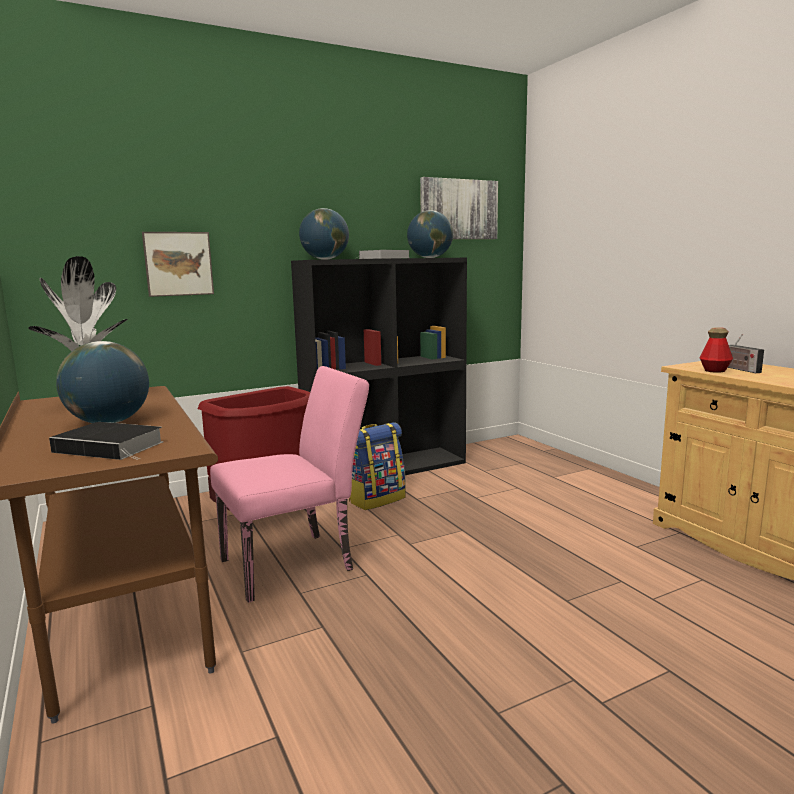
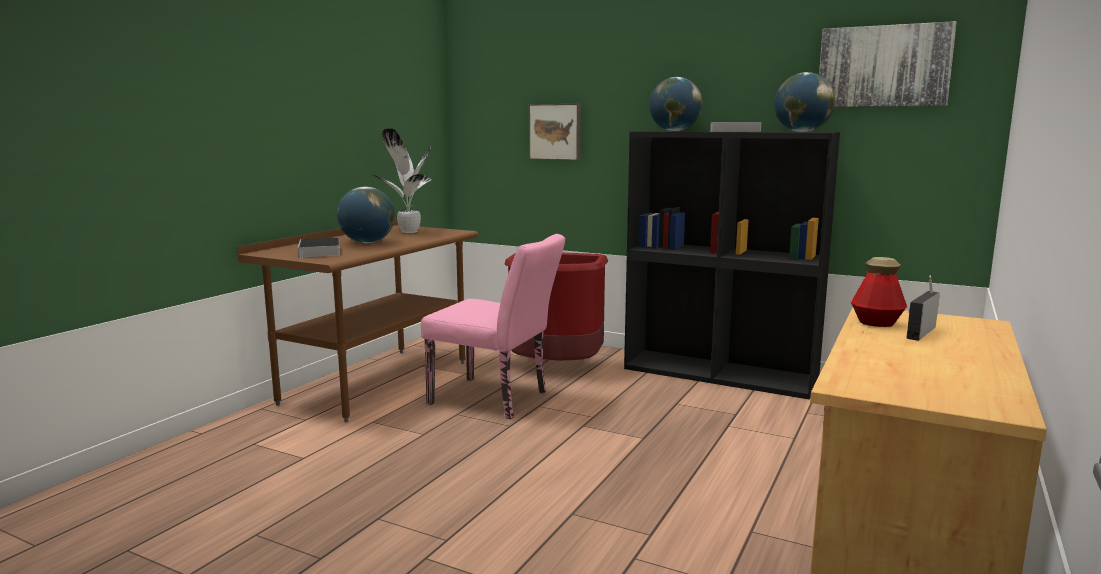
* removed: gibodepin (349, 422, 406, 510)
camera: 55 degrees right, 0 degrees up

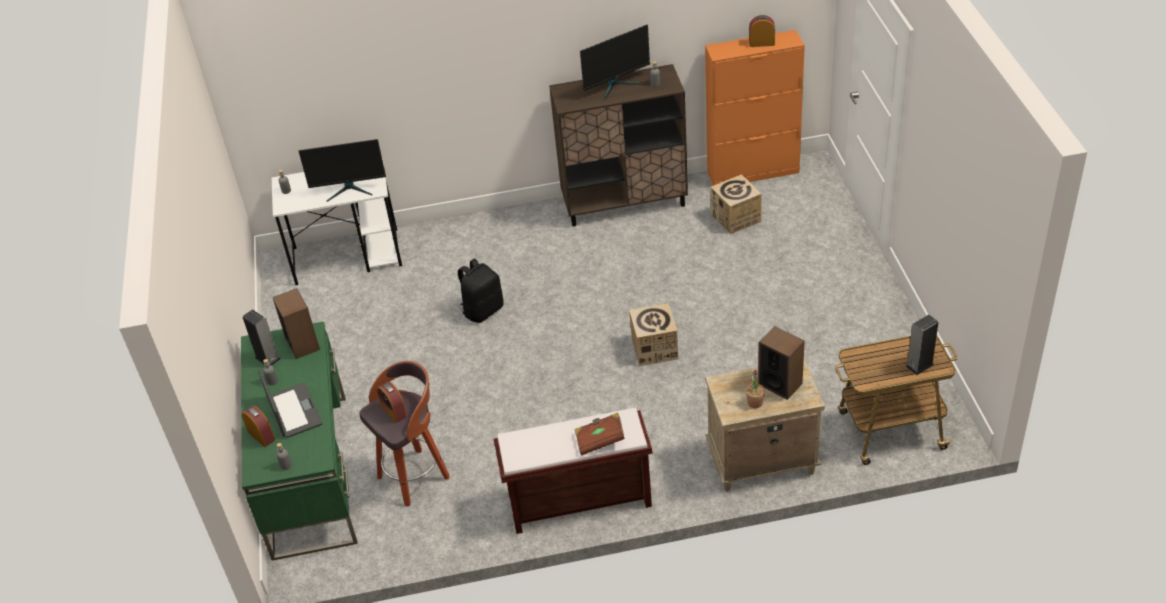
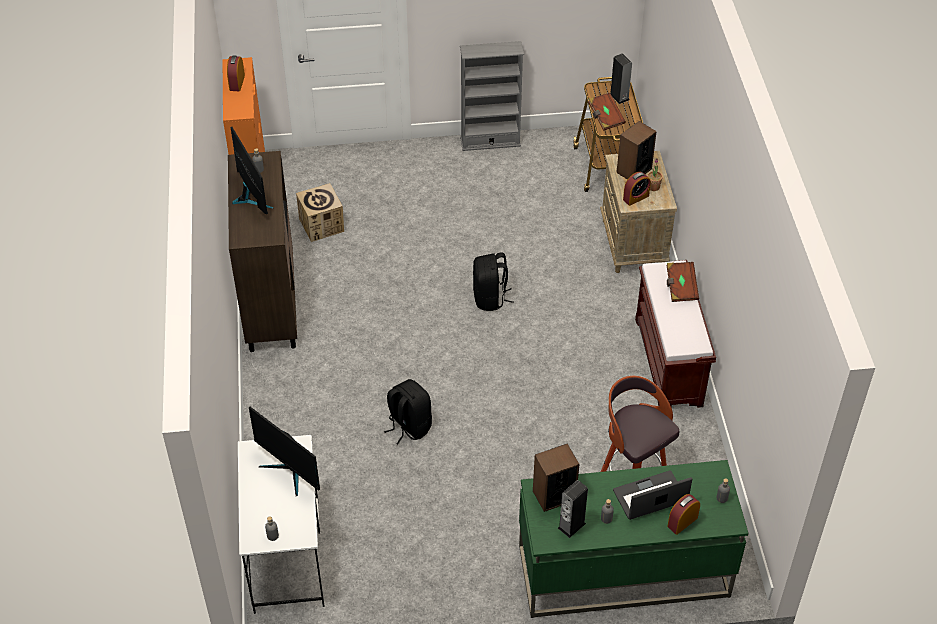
* turned: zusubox (299, 139, 386, 202) = (249, 407, 320, 496) 135 degrees clockwise
* added: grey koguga (460, 41, 524, 151)
* replaced: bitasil (629, 303, 678, 366) to black gibodepin (473, 252, 514, 311)
* added: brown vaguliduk (588, 93, 626, 131)
* moved: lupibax (377, 381, 407, 423) to (623, 172, 651, 206)
camera: 90 degrees left, 5 degrees up

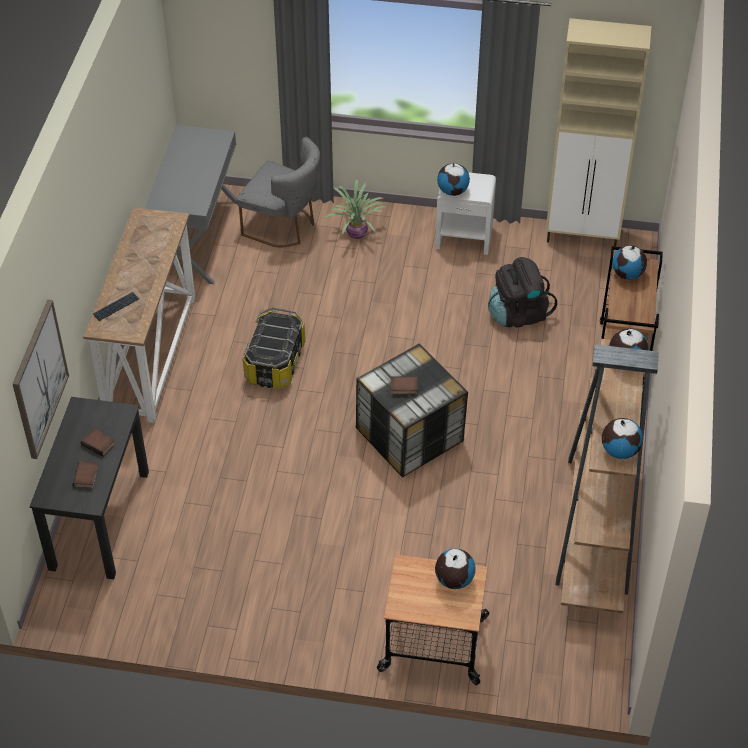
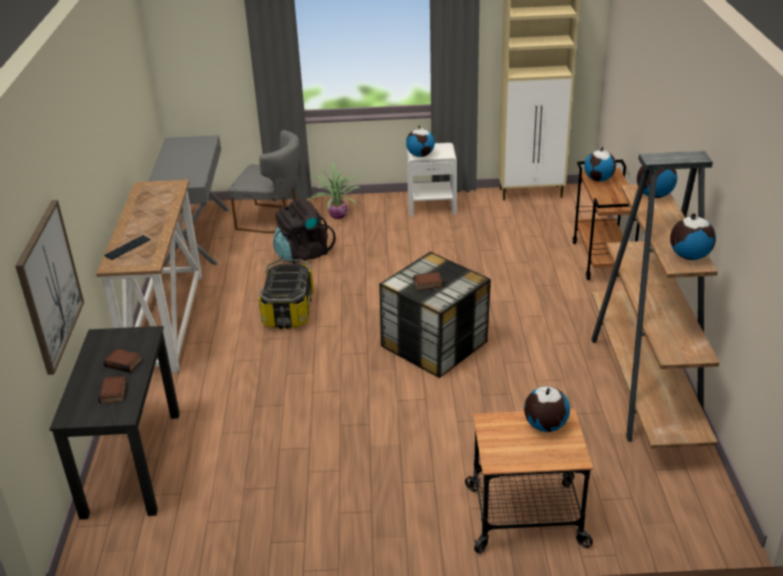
* moved: black gibodepin (488, 257, 557, 328) to (273, 198, 336, 264)
camera: 10 degrees left, 15 degrees down

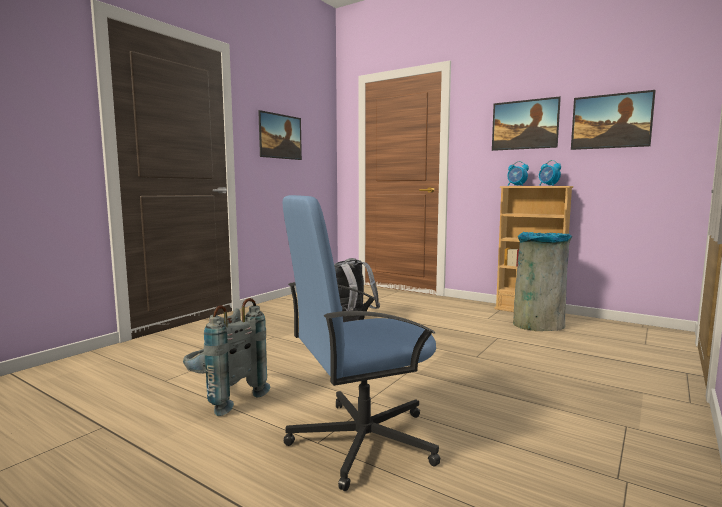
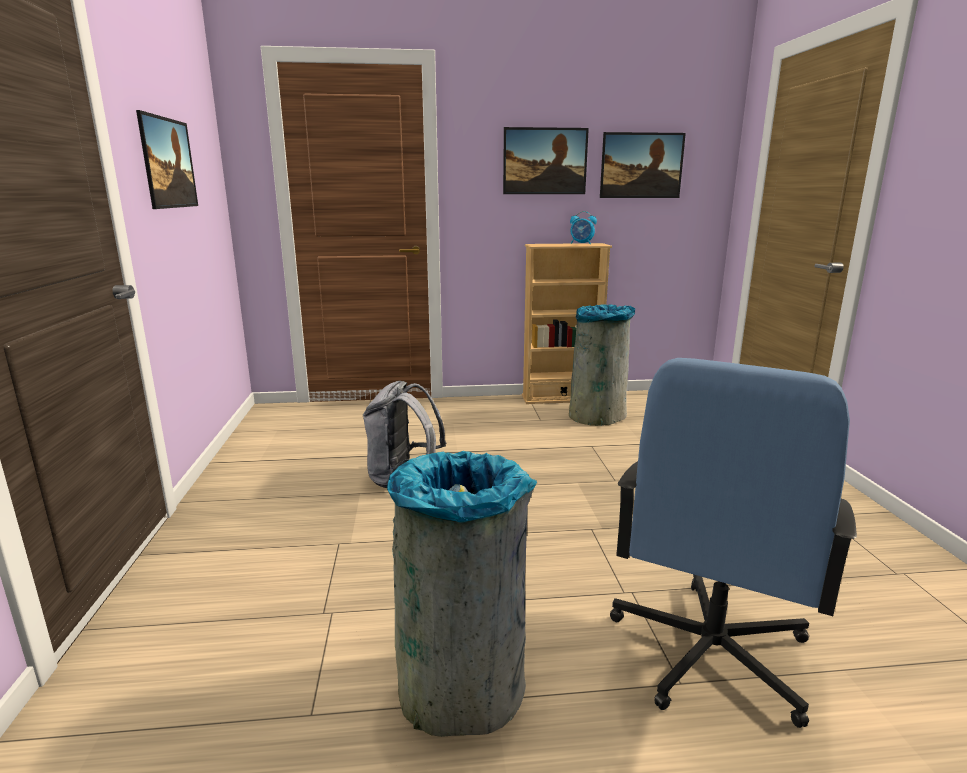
* replaced: grey gibodepin (183, 298, 270, 416) to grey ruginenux (387, 451, 537, 737)
* removed: lupibax (507, 161, 529, 186)
camera: 40 degrees left, 10 degrees up

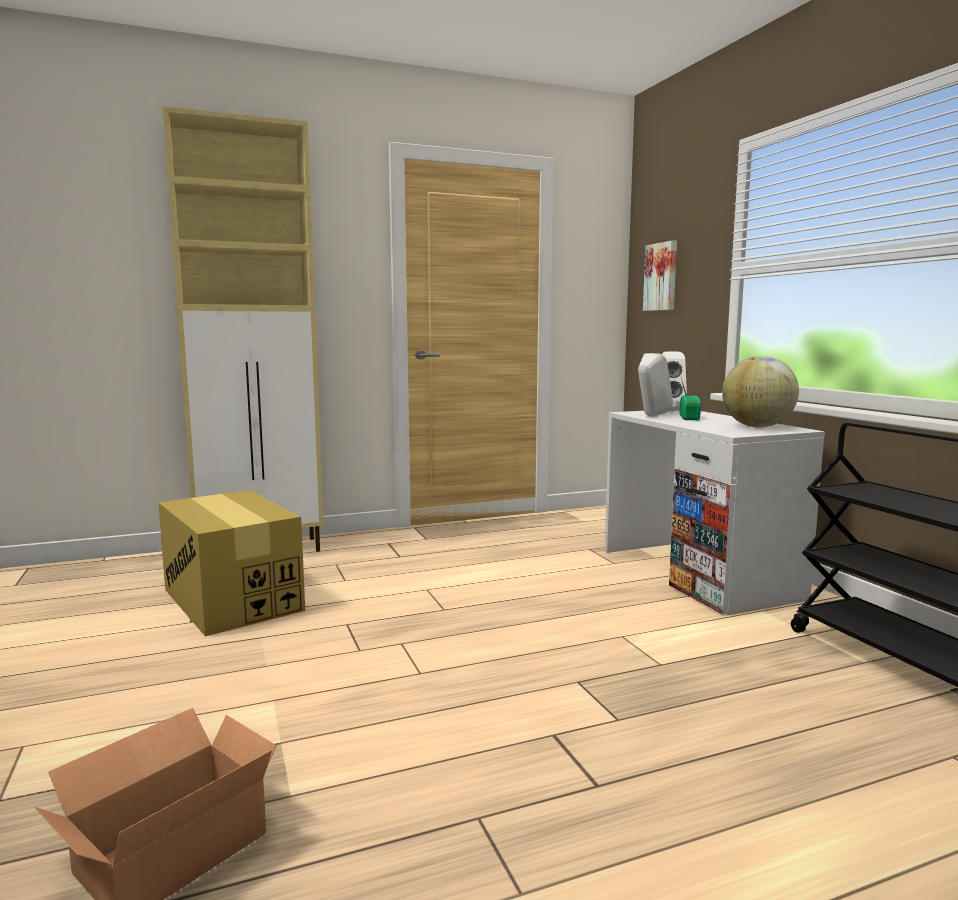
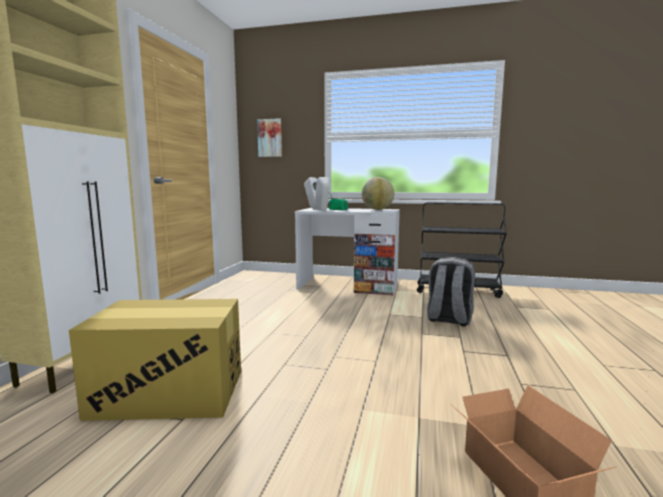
* added: grey gibodepin (427, 257, 475, 327)
camera: 55 degrees left, 0 degrees up

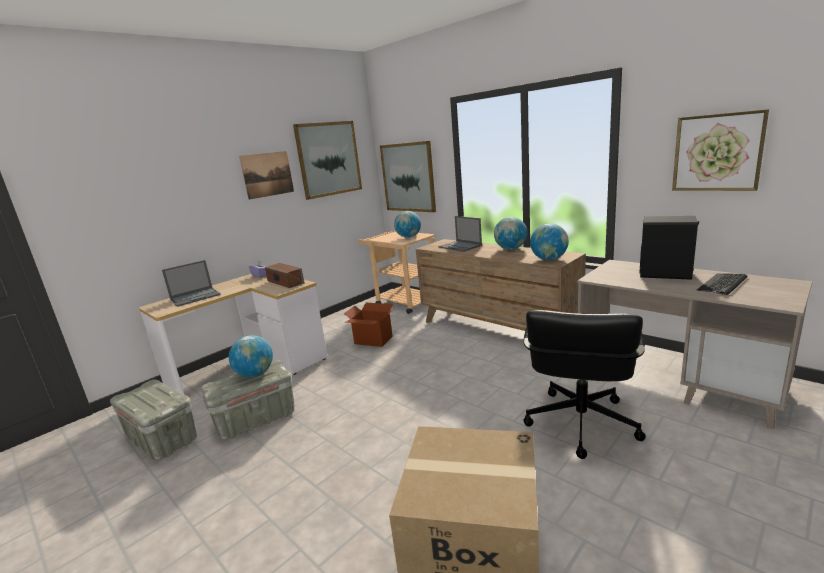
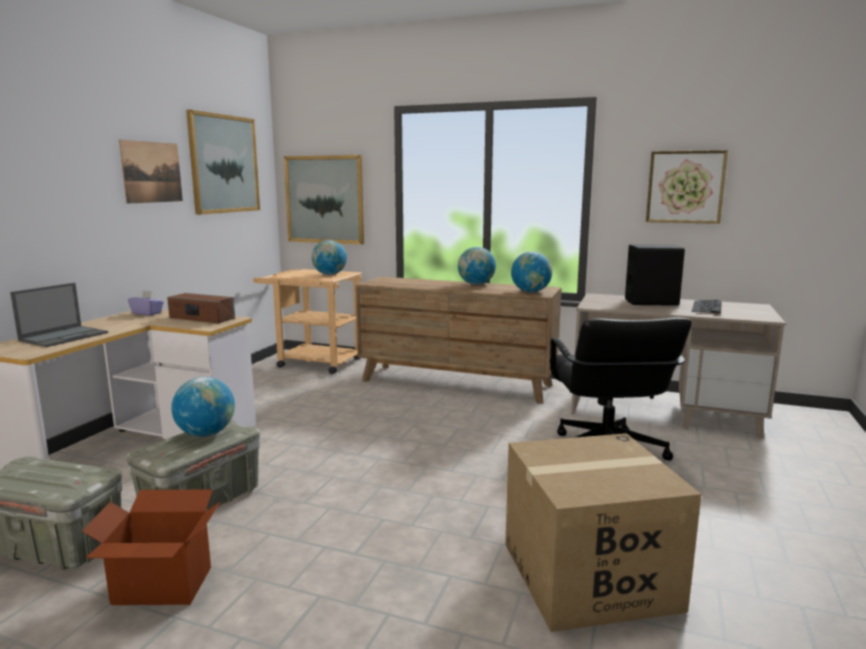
* moved: bitasil (344, 303, 395, 347) to (82, 489, 221, 605)
* removed: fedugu (438, 216, 482, 252)
camera: 25 degrees left, 5 degrees down

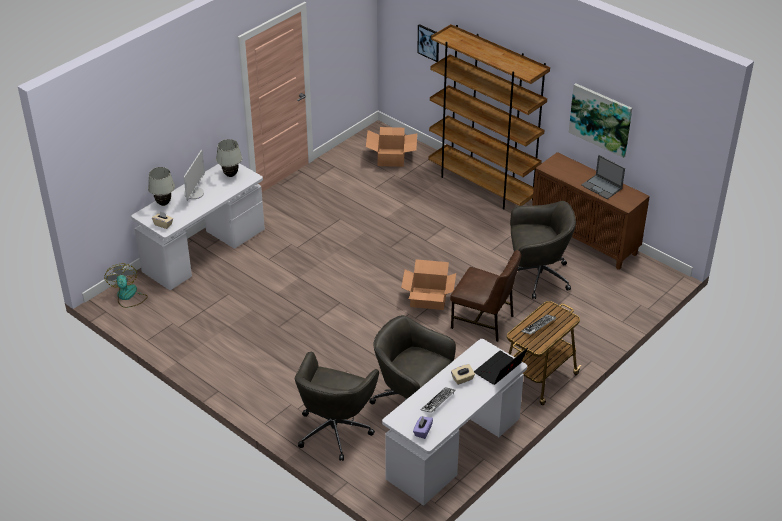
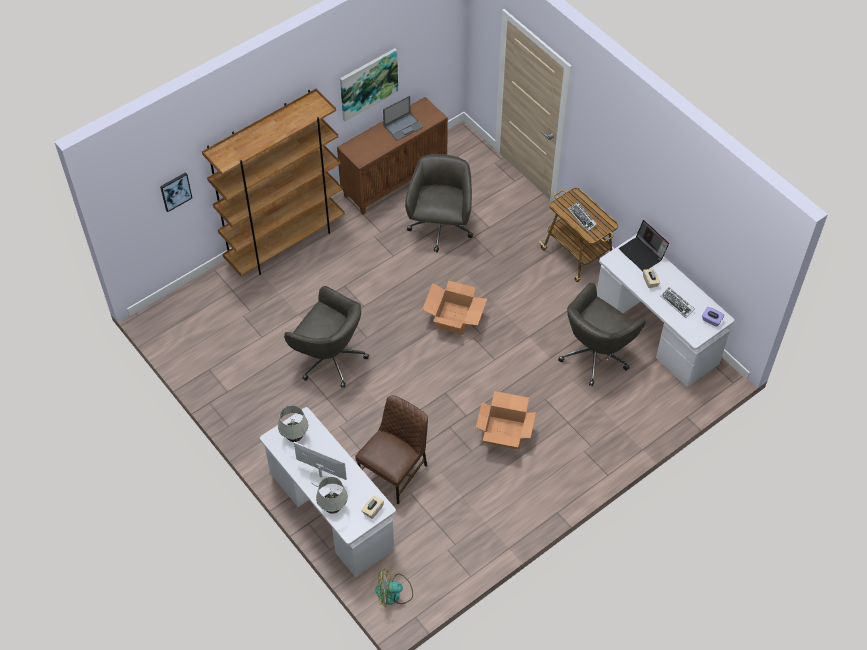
* moved: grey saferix (295, 352, 379, 461) to (284, 286, 369, 388)
* moved: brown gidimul (450, 250, 521, 342) to (355, 395, 428, 504)
* moved: bitasil (366, 127, 417, 167) to (476, 391, 536, 449)
camera: 80 degrees left, 15 degrees up

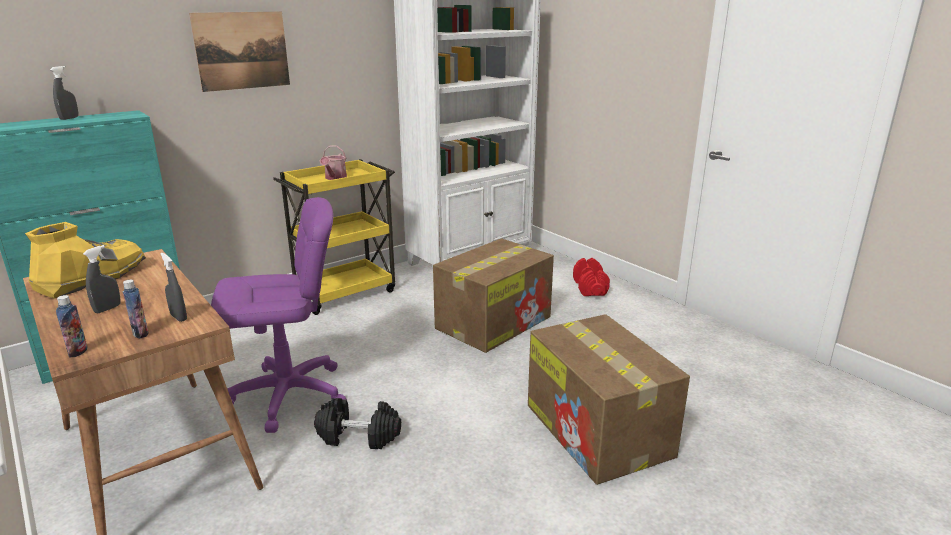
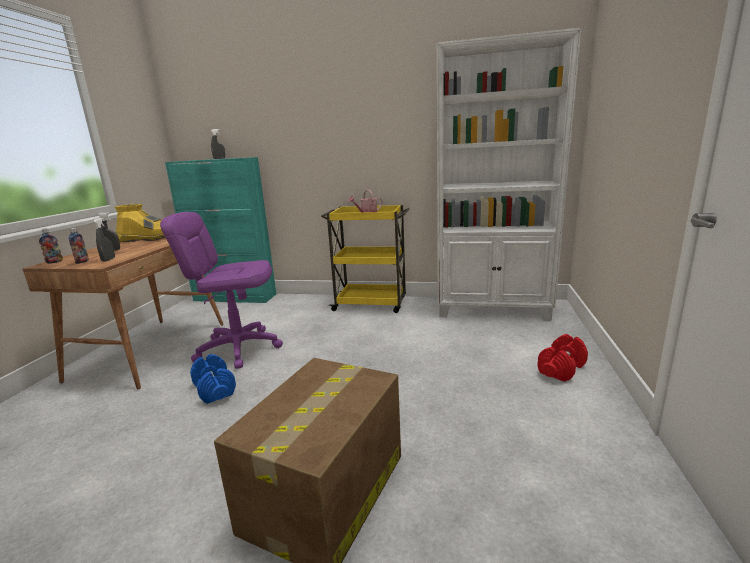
* turned: purple saferix (211, 197, 347, 433) = (160, 212, 283, 369) 150 degrees clockwise
* recoloured: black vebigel (314, 398, 401, 449) to blue vebigel (190, 354, 236, 404)
* removed: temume (189, 12, 290, 92)
* removed: bitasil (433, 238, 554, 353)
camera: 50 degrees right, 5 degrees down

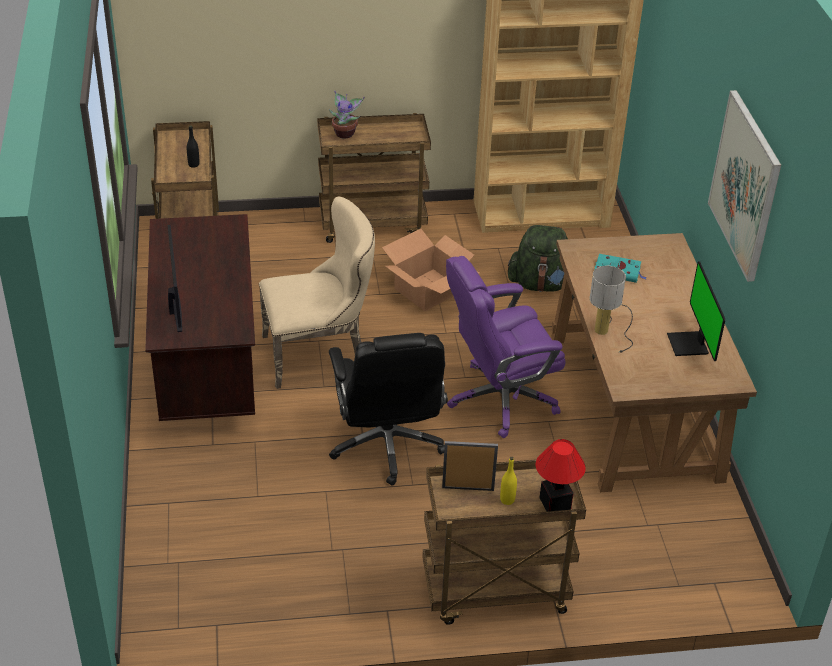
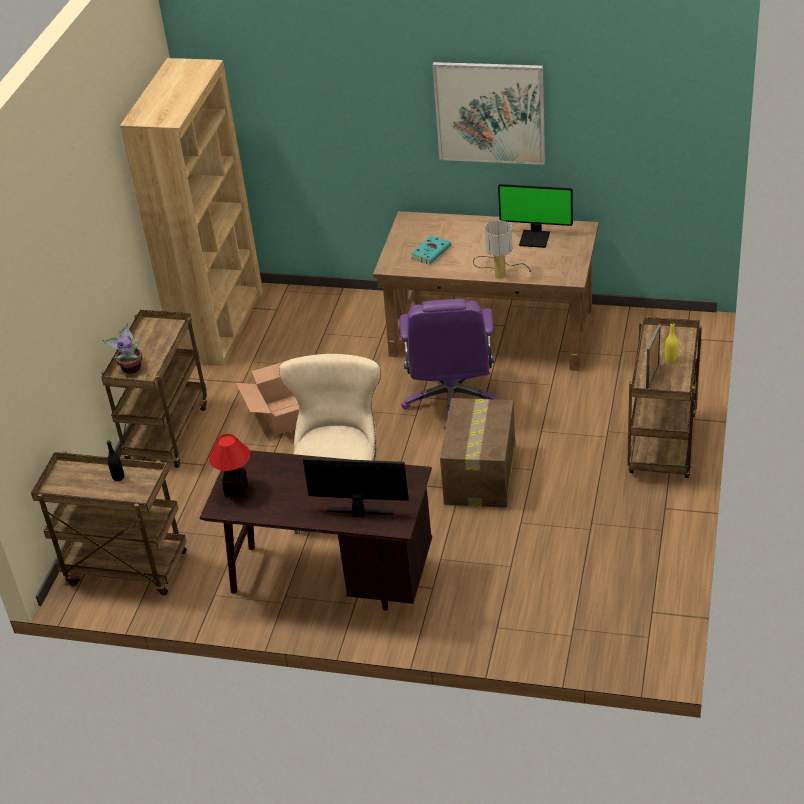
* moved: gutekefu (536, 439, 586, 511) to (209, 434, 251, 497)
* replaced: black saferix (329, 333, 448, 486) to bitasil (440, 398, 515, 508)
* removed: green gibodepin (508, 225, 568, 292)
camera: 65 degrees left, 0 degrees up

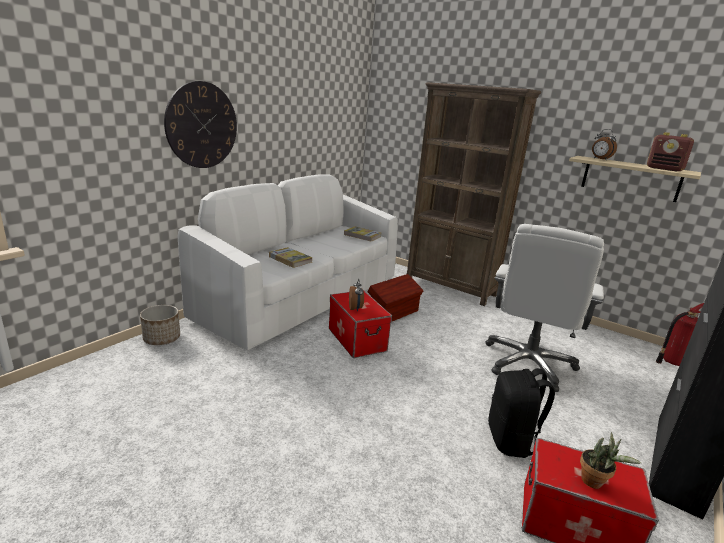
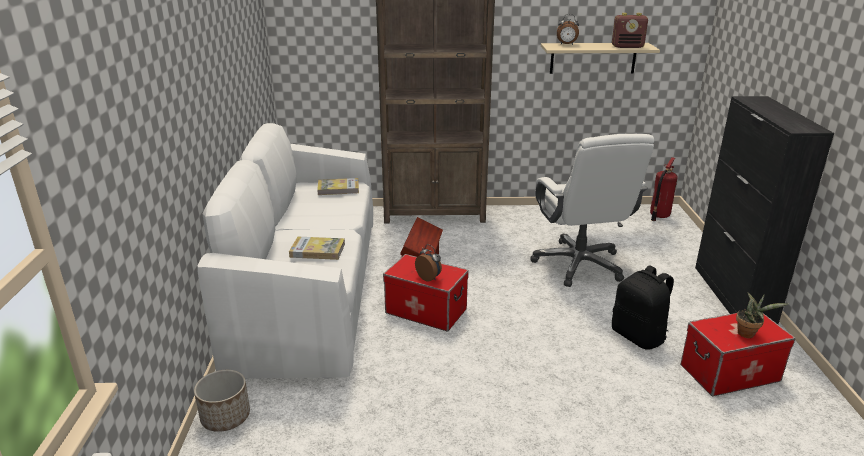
* removed: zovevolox (164, 81, 237, 168)
camera: 35 degrees left, 5 degrees up

